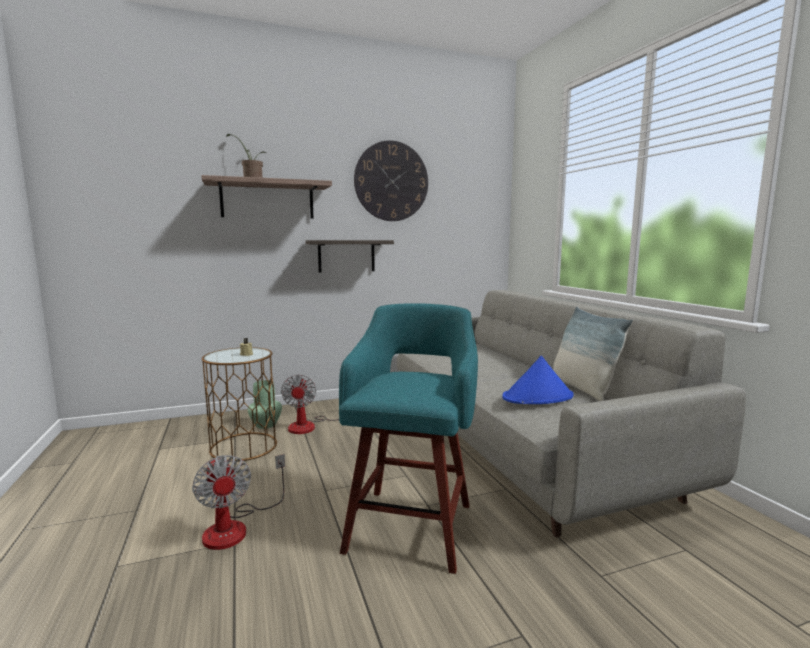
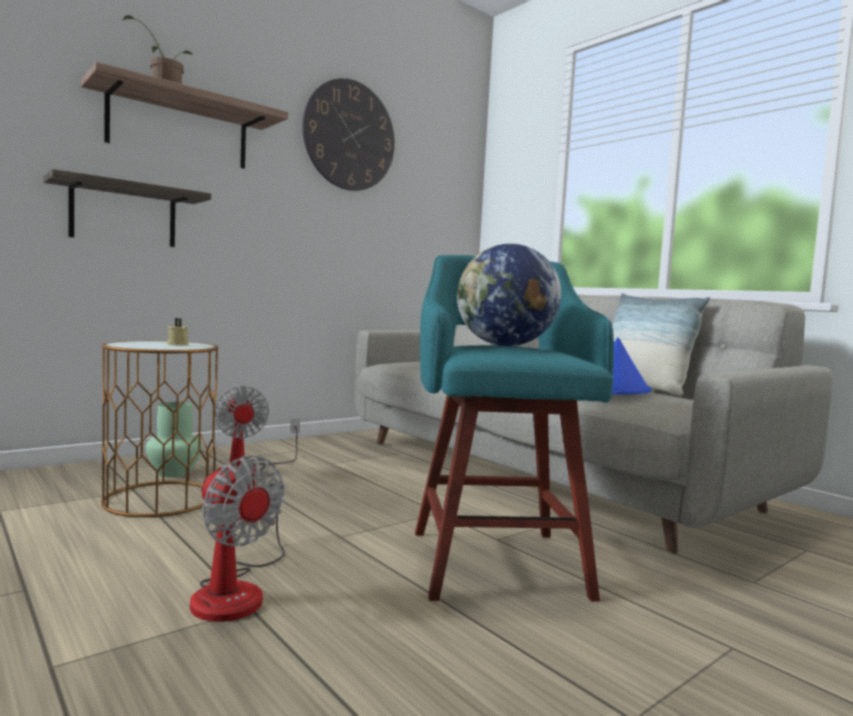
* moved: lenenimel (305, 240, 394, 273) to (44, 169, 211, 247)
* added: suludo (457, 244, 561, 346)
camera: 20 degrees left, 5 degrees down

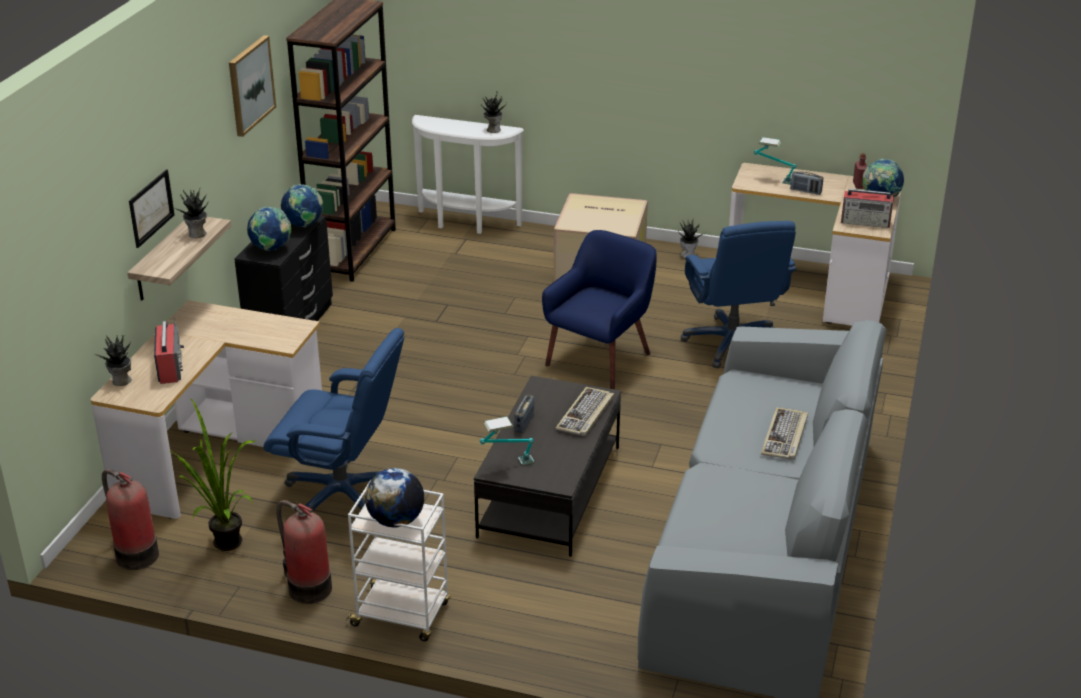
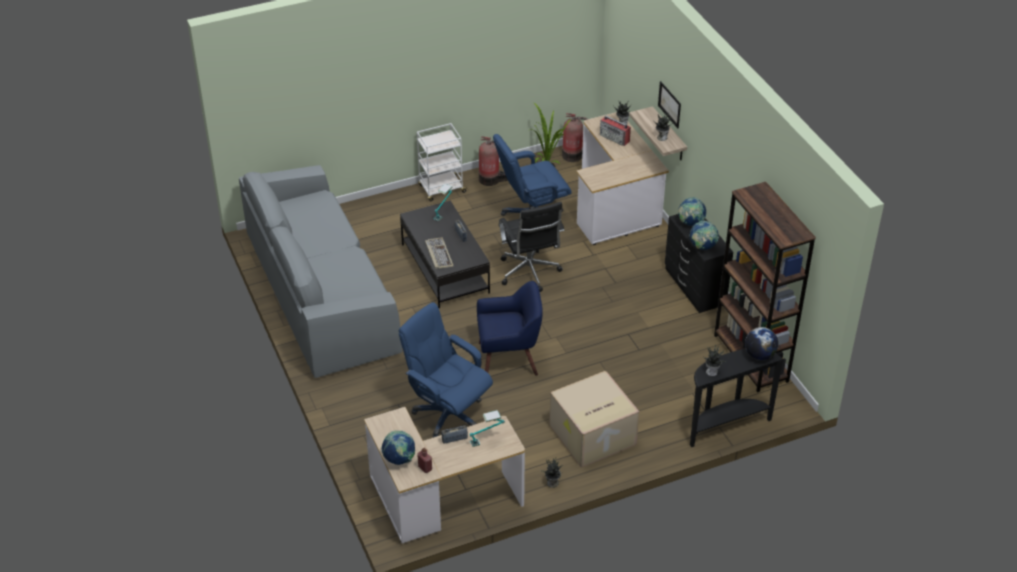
* turned: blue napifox (542, 230, 657, 389) = (477, 281, 543, 376) 90 degrees counterclockwise
* added: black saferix (499, 202, 565, 292)
* recoloured: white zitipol (412, 115, 524, 234) to black zitipol (690, 349, 784, 447)
* moved: suludo (365, 468, 424, 527) to (745, 327, 778, 360)
* removed: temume (229, 35, 276, 137)
* removed: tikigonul (761, 407, 808, 460)
* removed: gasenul (841, 189, 894, 228)
camera: 140 degrees right, 10 degrees up

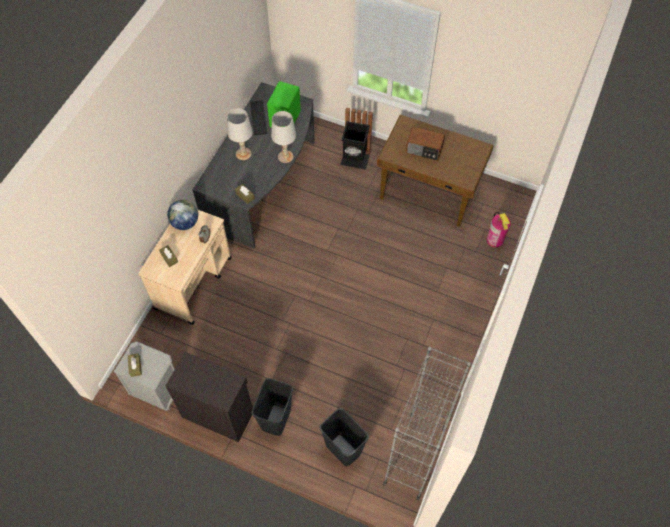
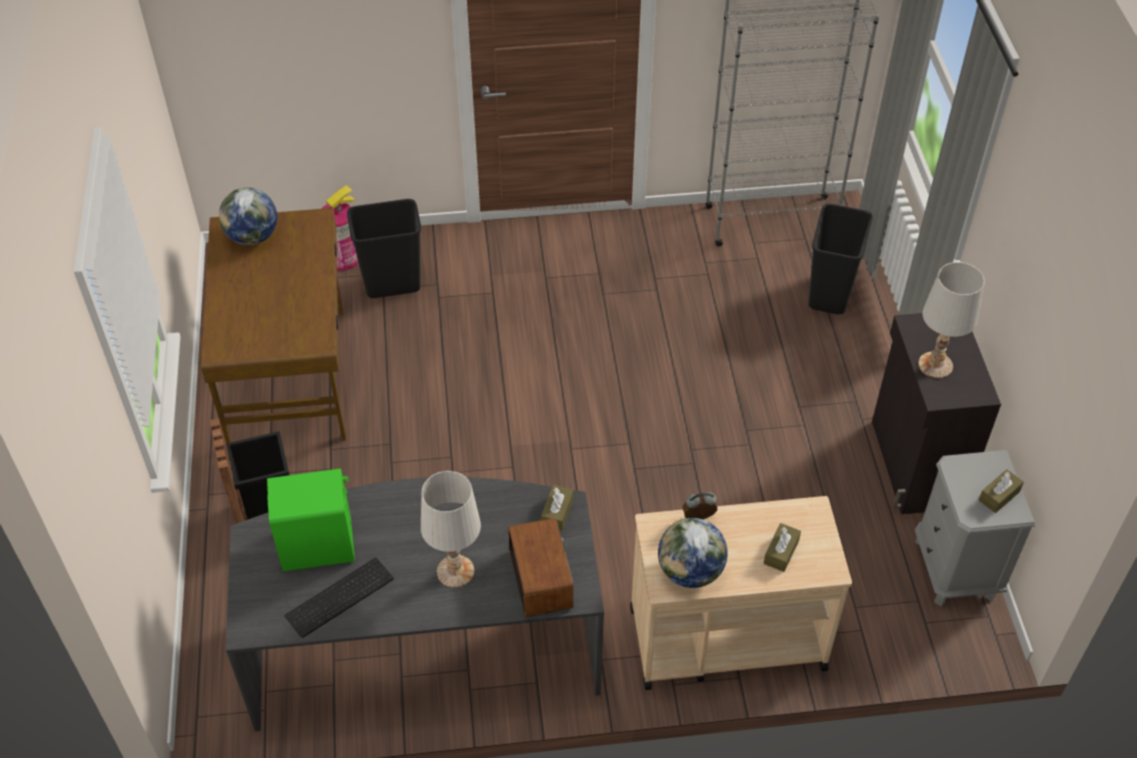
* added: suludo (219, 187, 277, 245)
* moved: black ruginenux (252, 378, 293, 436) to (347, 199, 421, 298)
* moved: gasenul (406, 127, 445, 161) to (508, 518, 574, 617)
* moved: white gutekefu (271, 111, 296, 163) to (918, 262, 985, 378)
camera: 120 degrees left, 10 degrees down

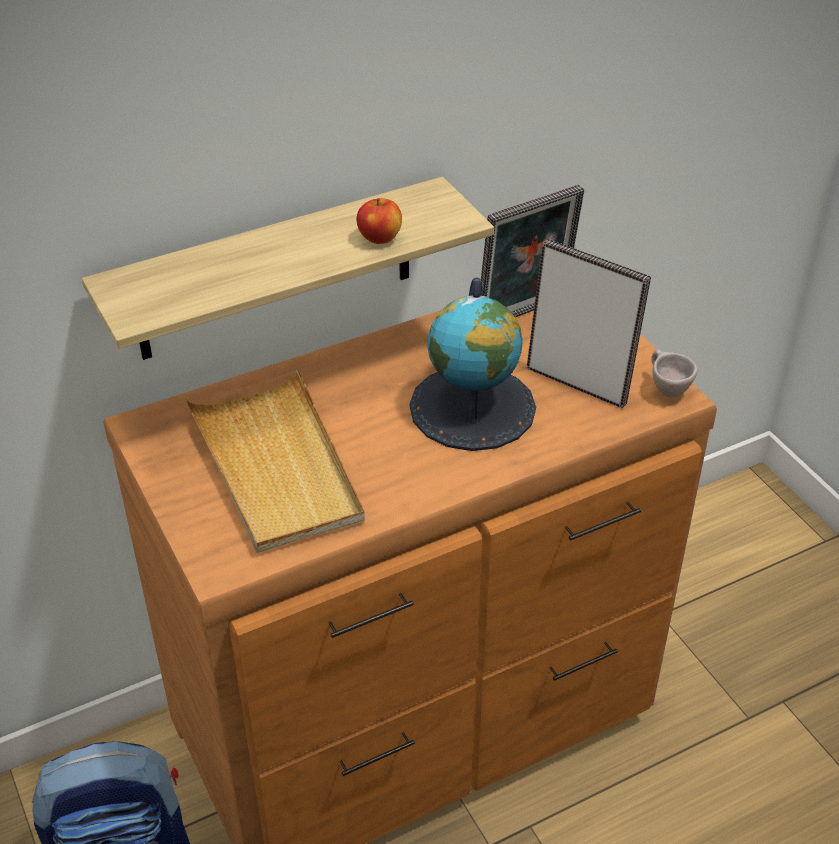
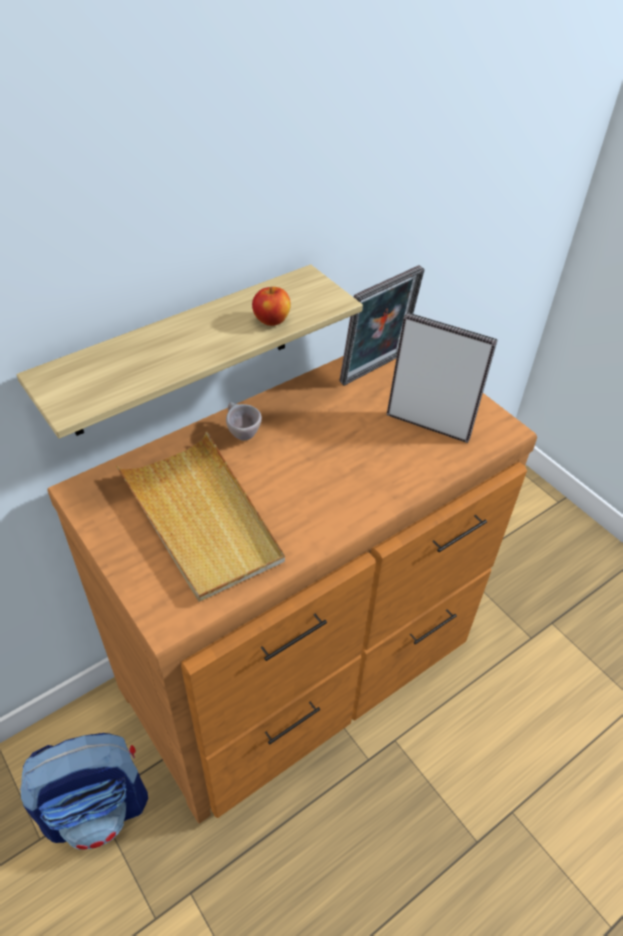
* moved: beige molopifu (651, 349, 697, 398) to (226, 402, 262, 441)
* removed: suludo (409, 277, 536, 451)
camera: 10 degrees left, 5 degrees up

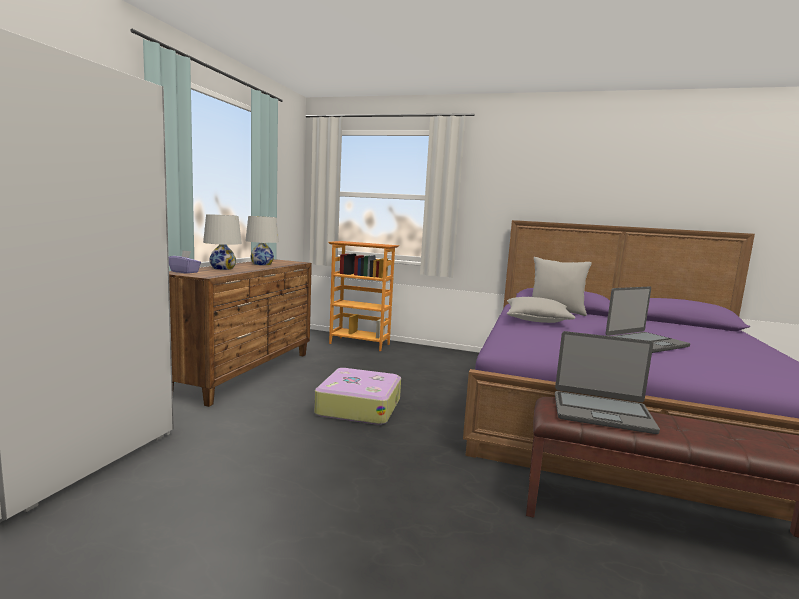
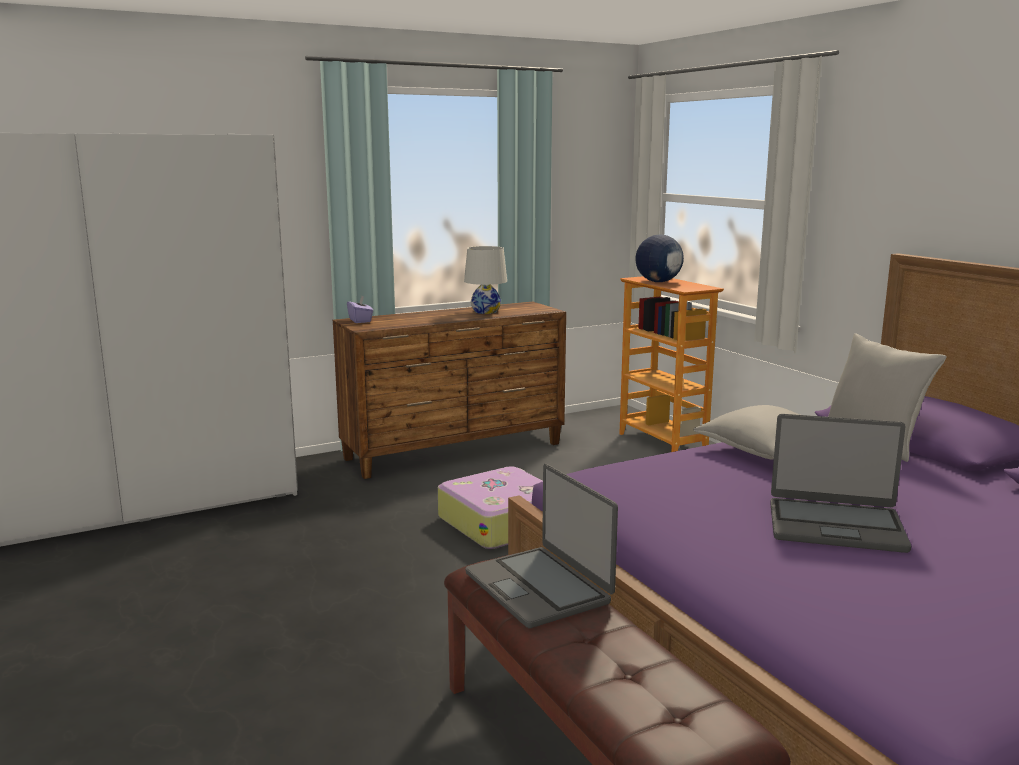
* added: suludo (636, 235, 684, 282)
* removed: white gutekefu (203, 214, 242, 270)
camera: 45 degrees right, 5 degrees up

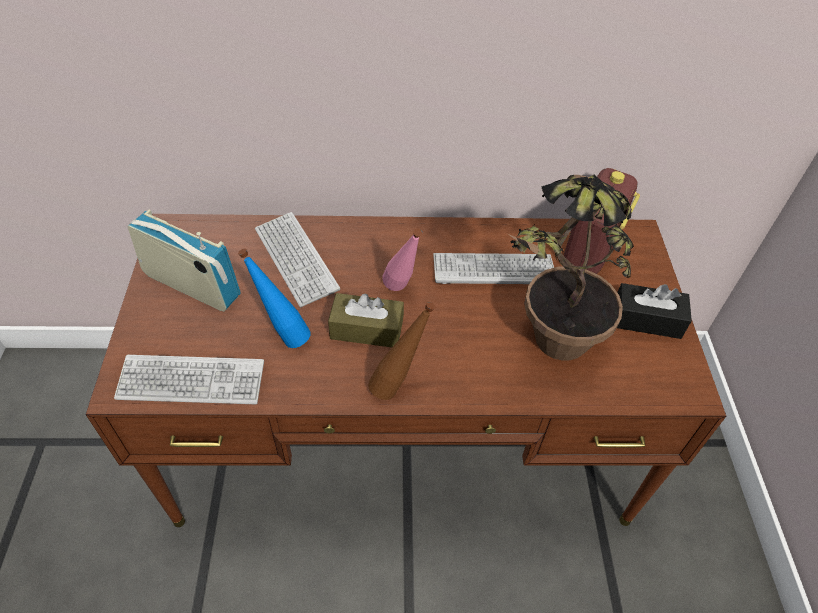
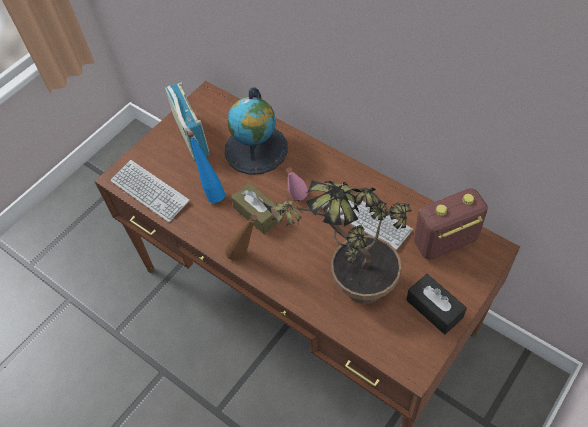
* replaced: tikigonul (255, 212, 340, 307) to suludo (225, 87, 288, 175)
camera: 45 degrees right, 5 degrees up

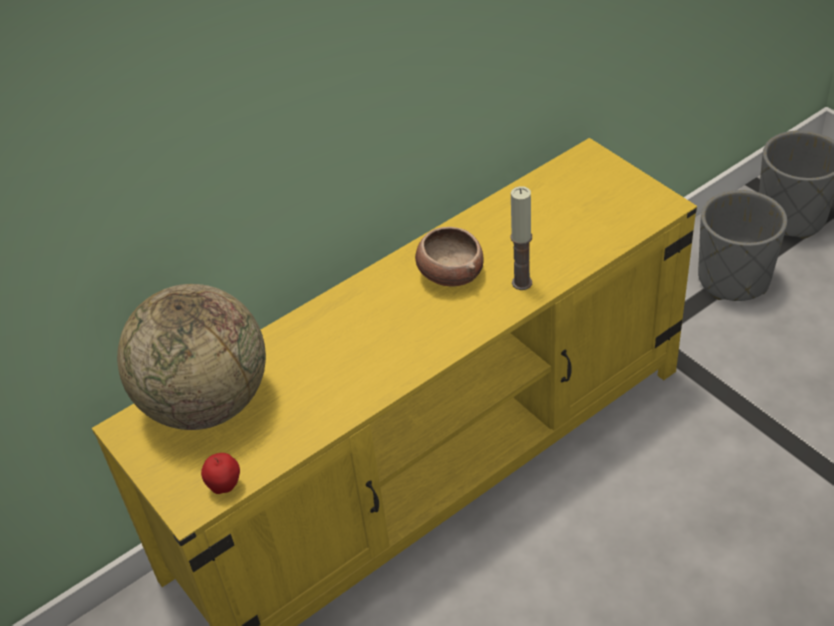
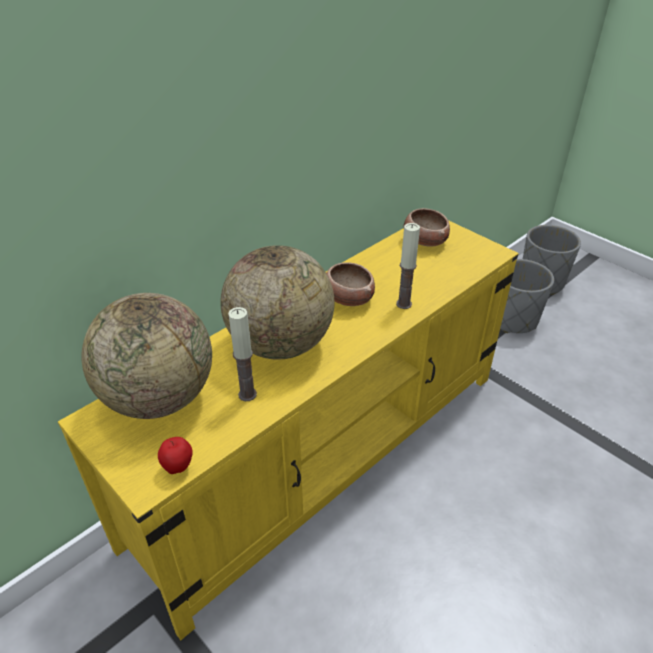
* added: suludo (221, 245, 334, 360)
* added: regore (228, 307, 257, 401)
* added: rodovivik (404, 208, 450, 247)
camera: 10 degrees left, 5 degrees down

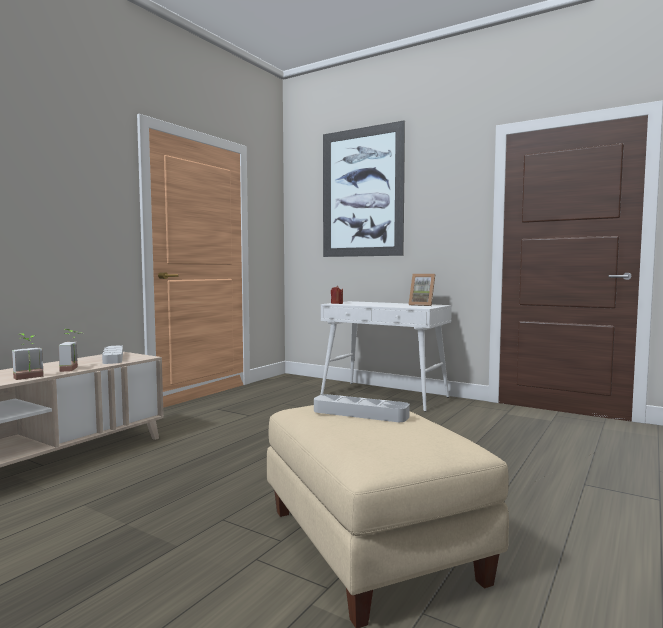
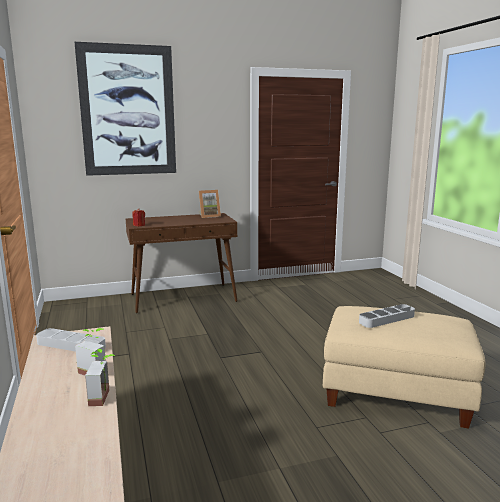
* recoloured: white zitipol (321, 301, 452, 412) to brown zitipol (126, 213, 237, 313)
camera: 50 degrees left, 10 degrees up

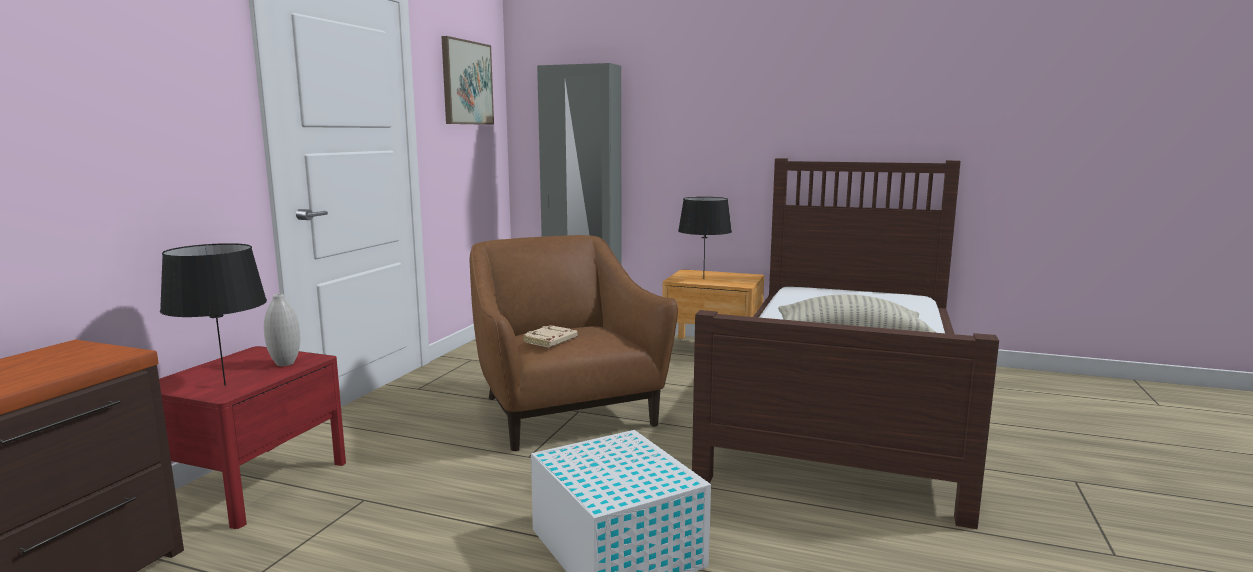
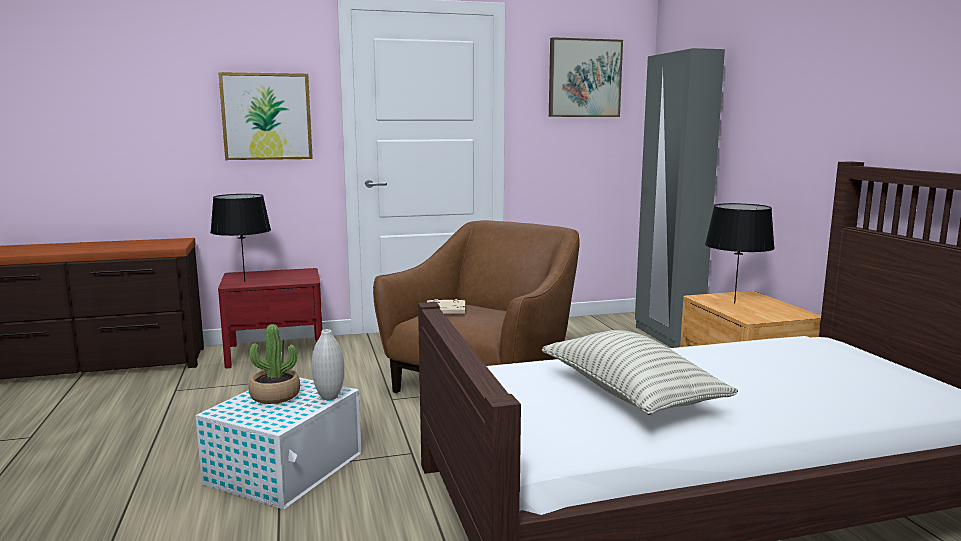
* added: temume (218, 72, 313, 160)
* added: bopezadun (249, 324, 300, 404)
* moved: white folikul (264, 294, 300, 366) to (312, 329, 345, 400)
camera: 55 degrees right, 0 degrees up

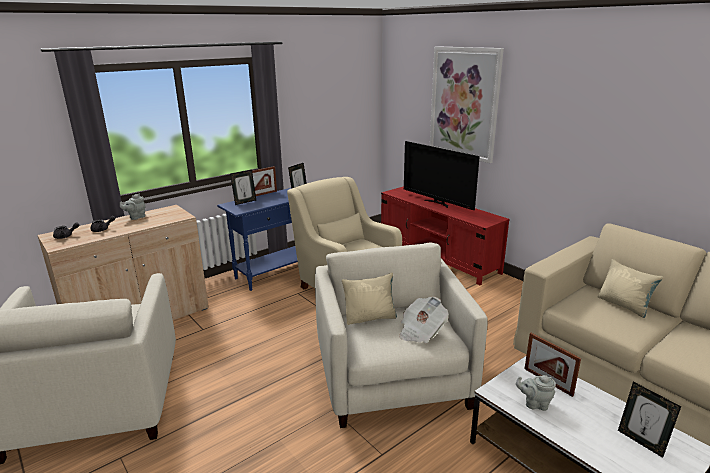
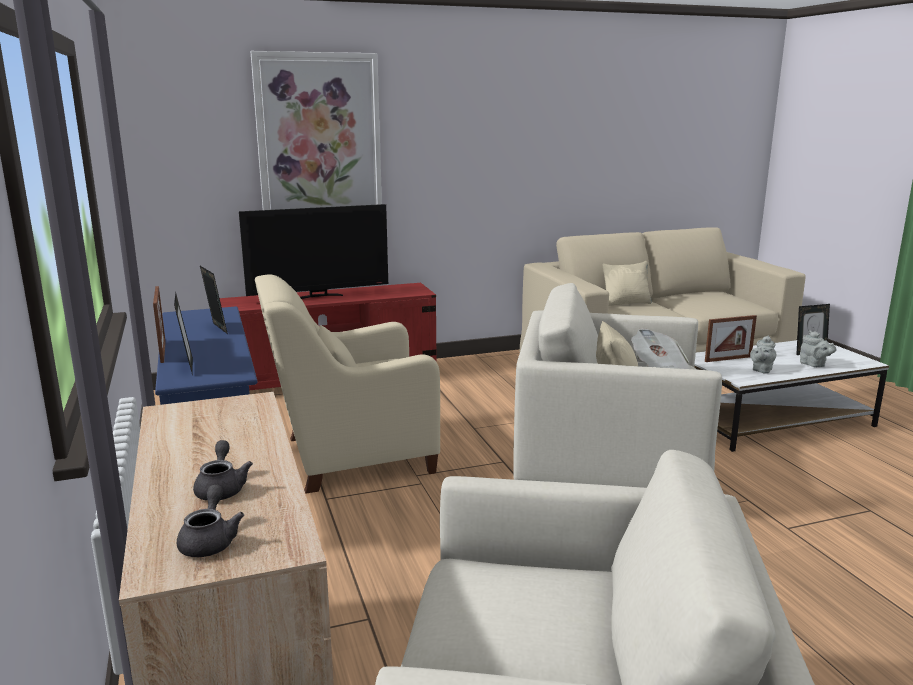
* moved: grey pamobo (120, 194, 145, 220) to (800, 331, 836, 367)
camera: 70 degrees left, 5 degrees down

